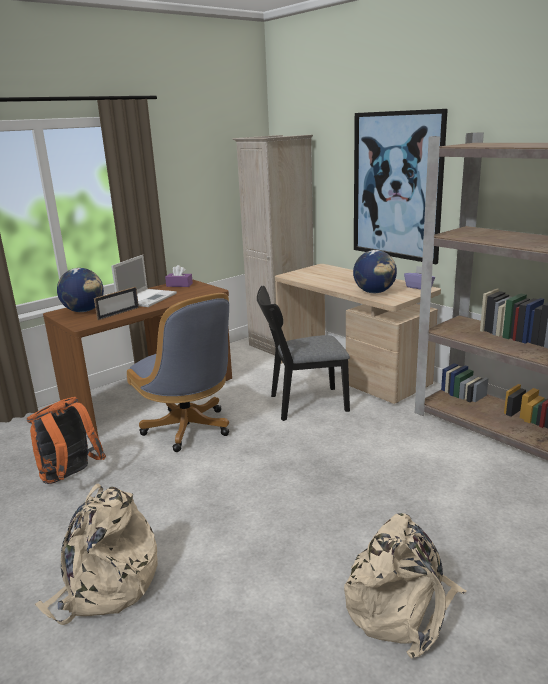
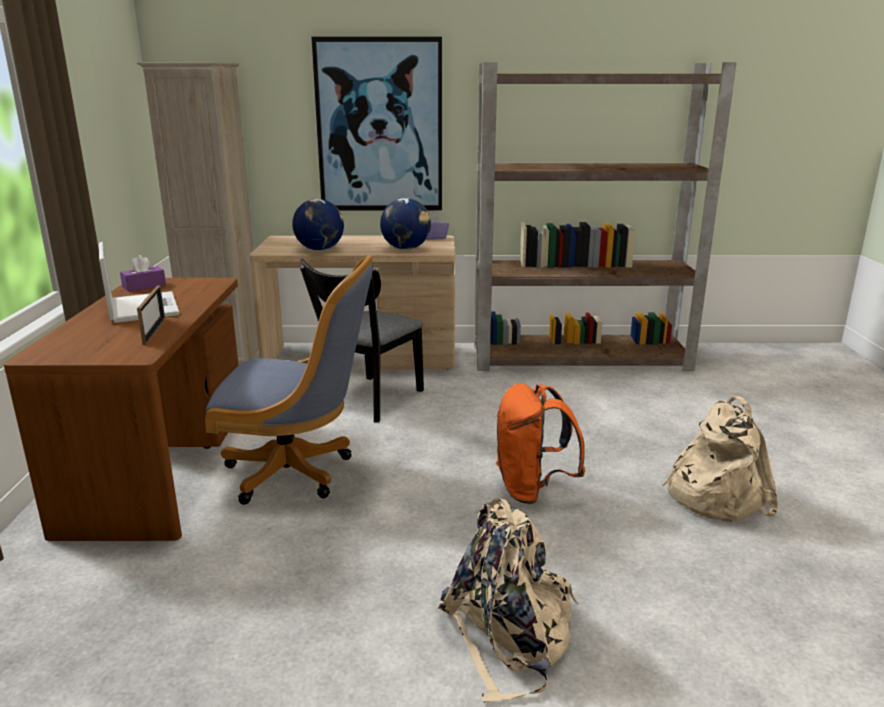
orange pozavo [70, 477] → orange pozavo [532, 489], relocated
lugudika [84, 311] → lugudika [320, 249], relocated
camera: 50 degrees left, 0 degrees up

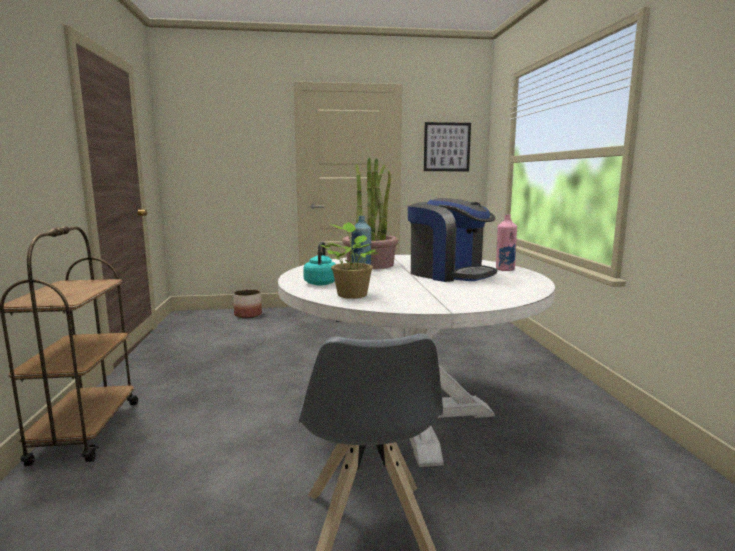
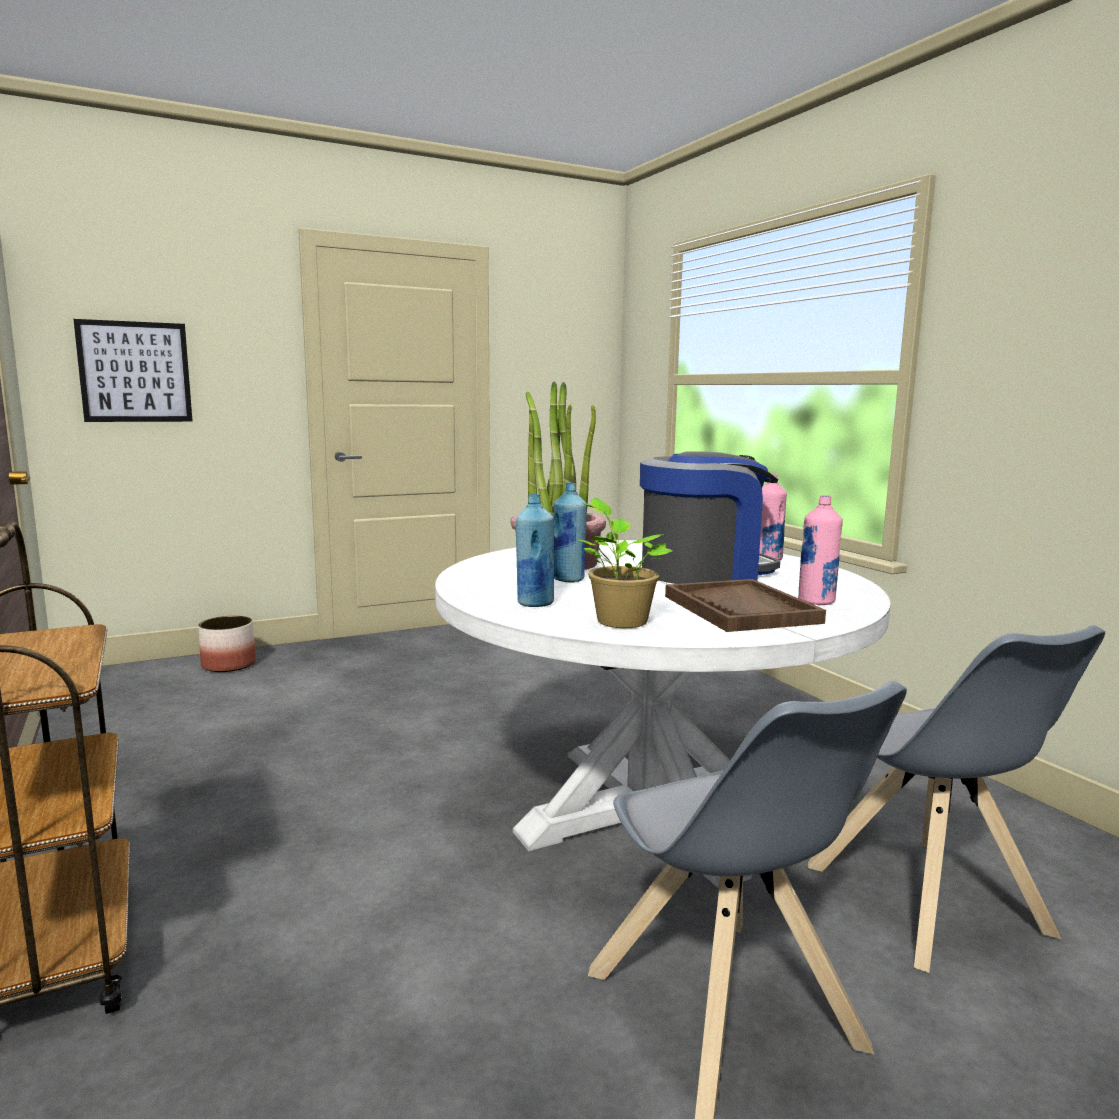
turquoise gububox [321, 283] → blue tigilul [534, 603]
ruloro [449, 274] → ruloro [703, 572], 45 degrees counterclockwise
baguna [447, 147] → baguna [135, 372], relocated
- → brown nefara [741, 609]
- → pink tigilul [816, 601]
- → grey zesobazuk [930, 904]
camera: 20 degrees left, 0 degrees up

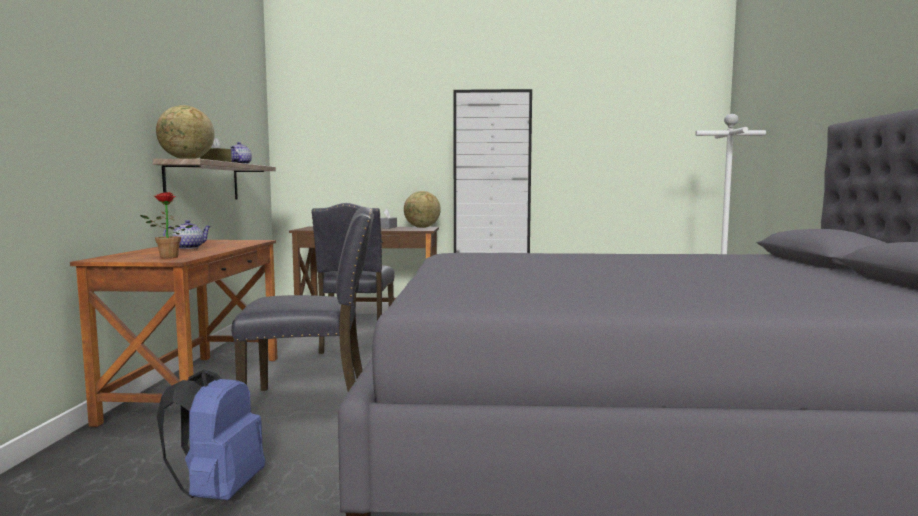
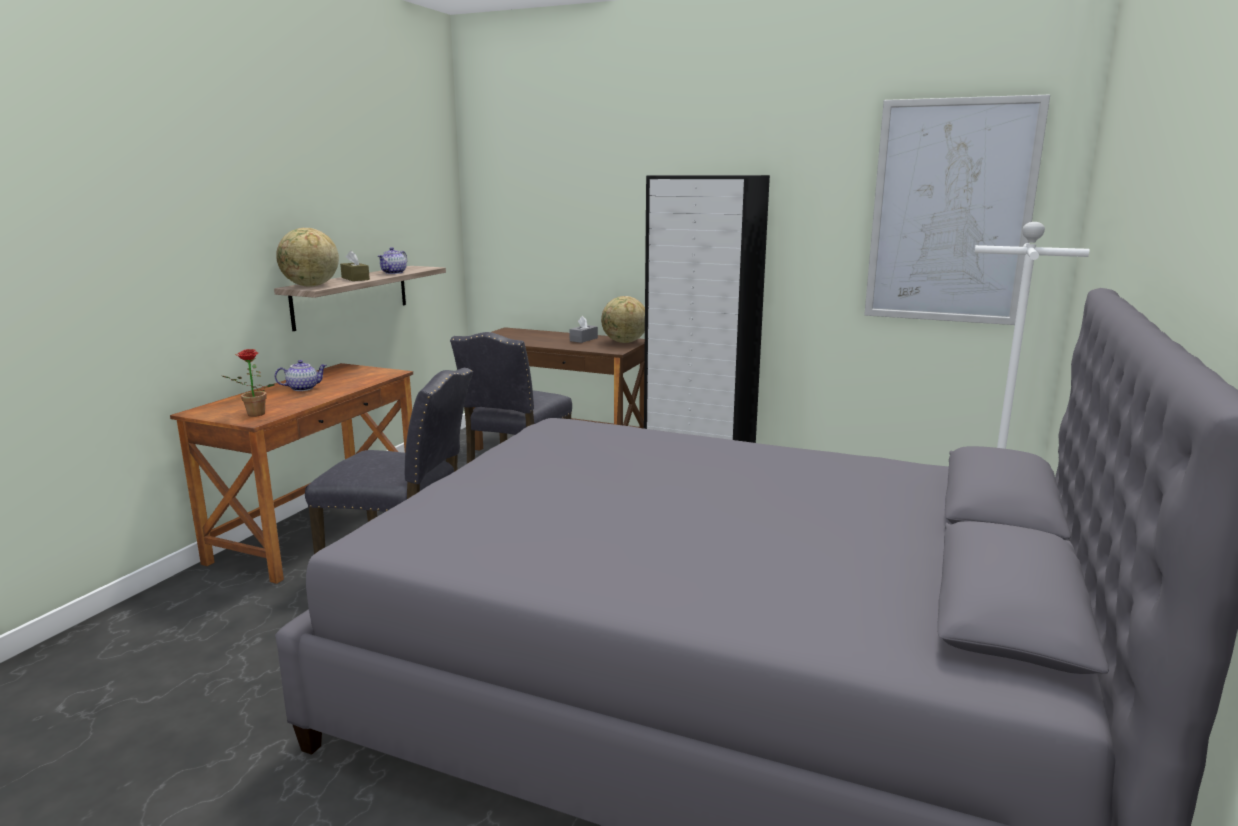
blue pozavo [218, 492] → -
- → baguna [950, 212]
camera: 20 degrees right, 10 degrees up

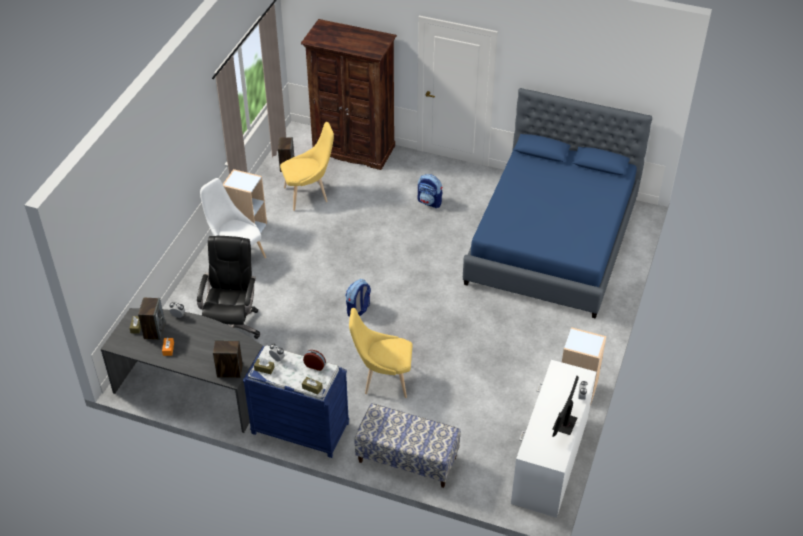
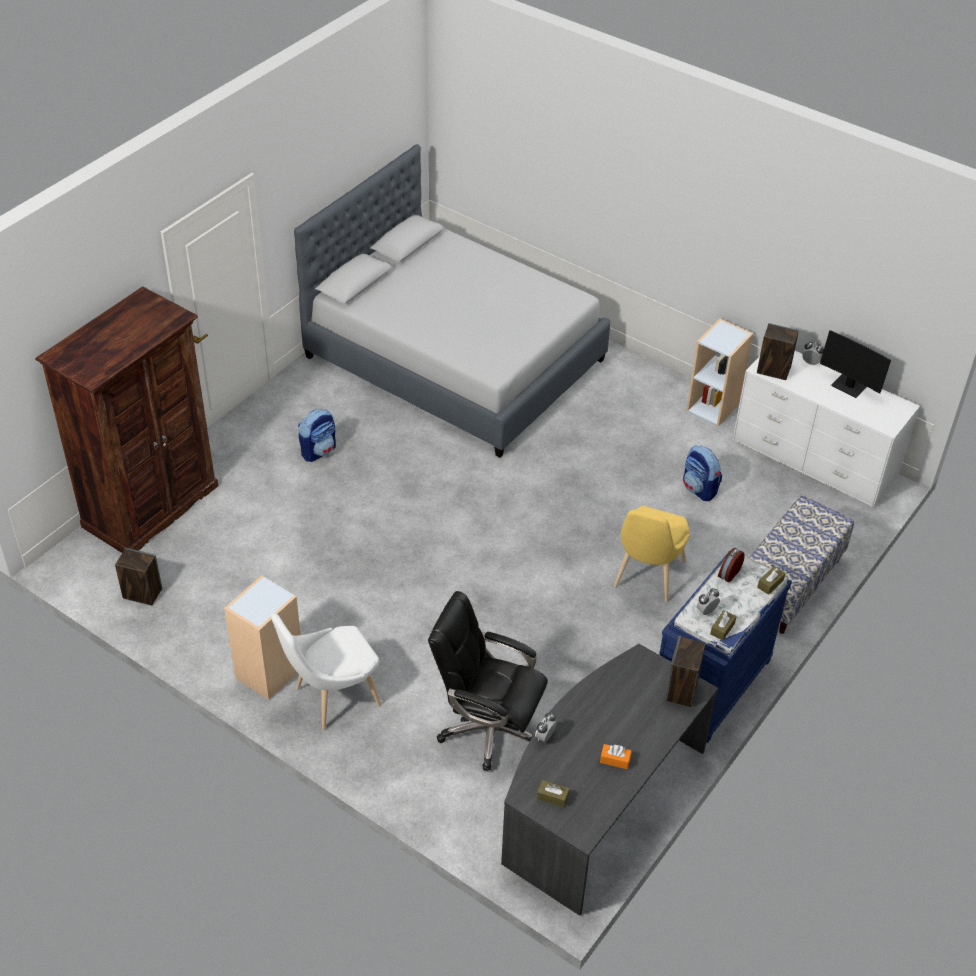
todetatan [154, 331] → todetatan [773, 370], relocated
yellow zesobazuk [309, 194] → -
pozavo [358, 310] → pozavo [699, 489], relocated
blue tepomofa [552, 242] → grey tepomofa [455, 358]
camera: 75 degrees left, 0 degrees up

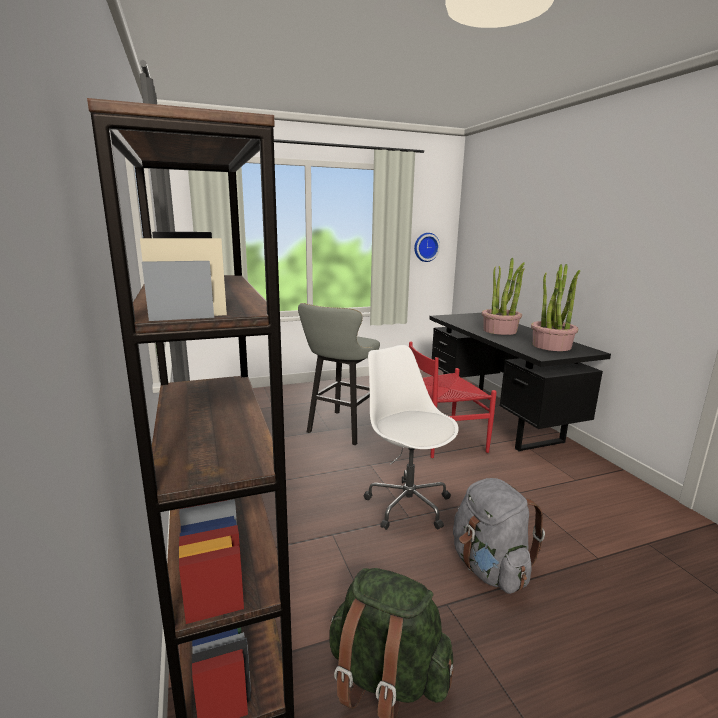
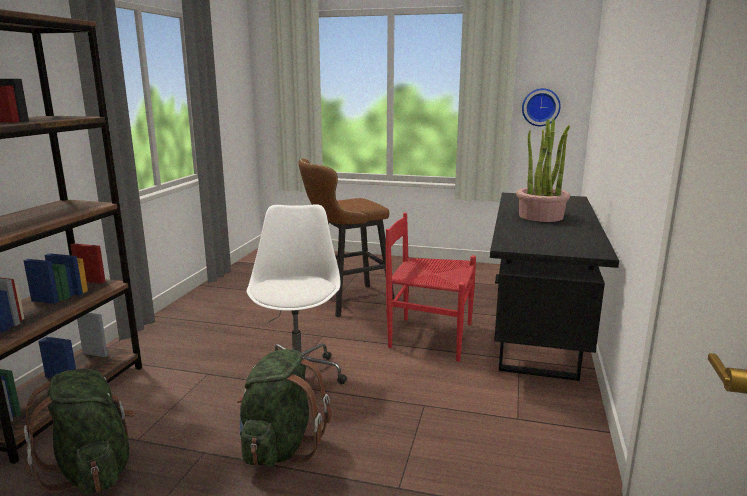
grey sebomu [340, 430] → brown sebomu [344, 302]
grey pozavo [489, 568] → green pozavo [280, 446]
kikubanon [551, 346] → -
camera: 35 degrees right, 0 degrees up

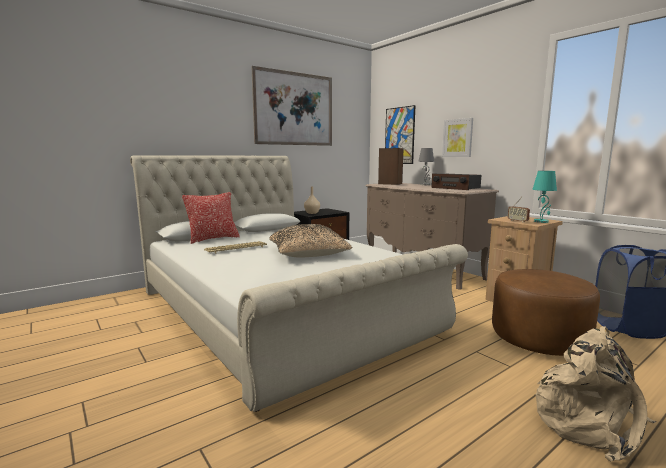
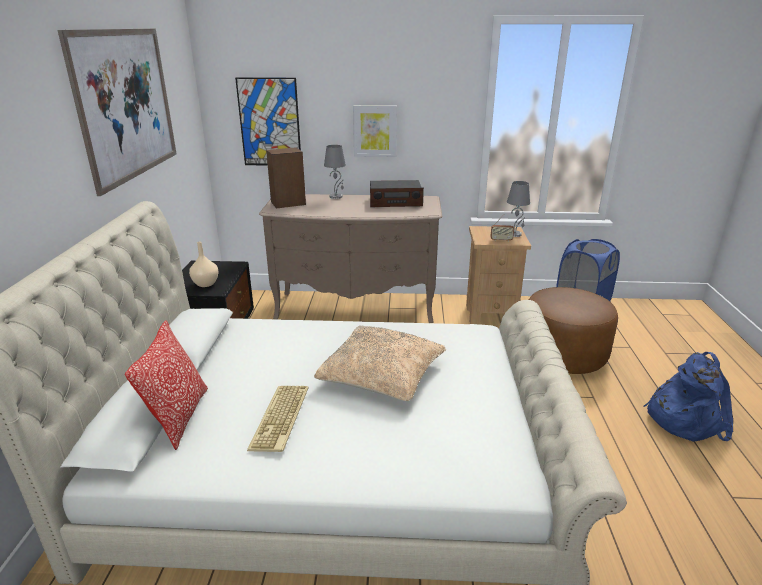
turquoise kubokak [541, 221] → grey kubokak [515, 234]
beige pozavo [589, 423] → blue pozavo [683, 418]
camera: 50 degrees left, 15 degrees up

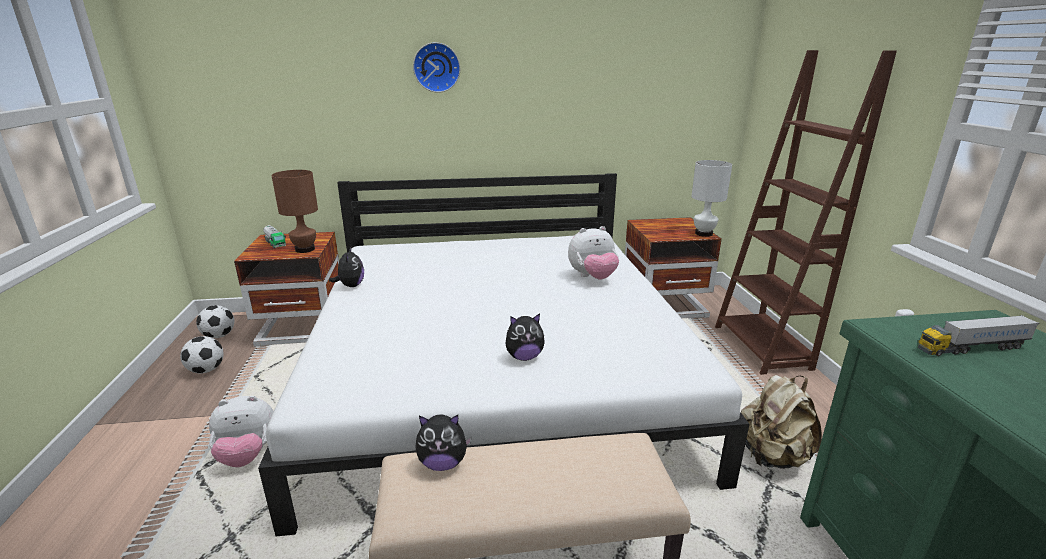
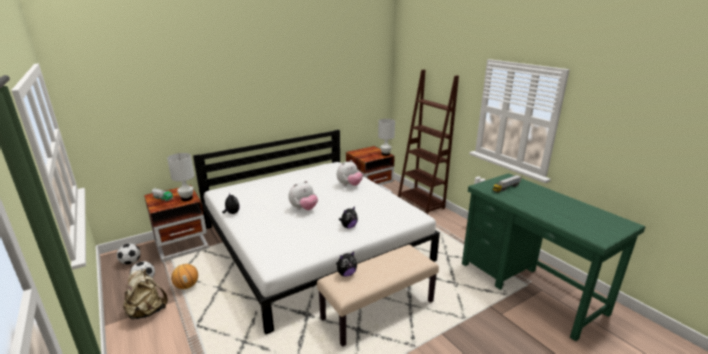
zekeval [248, 455] → zekeval [304, 209], relocated
brown kubokak [305, 249] → white kubokak [187, 198]
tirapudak [436, 67] → -
beige pozavo [772, 456] → beige pozavo [147, 311], relocated
- → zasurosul [187, 286]
camera: 25 degrees left, 0 degrees up

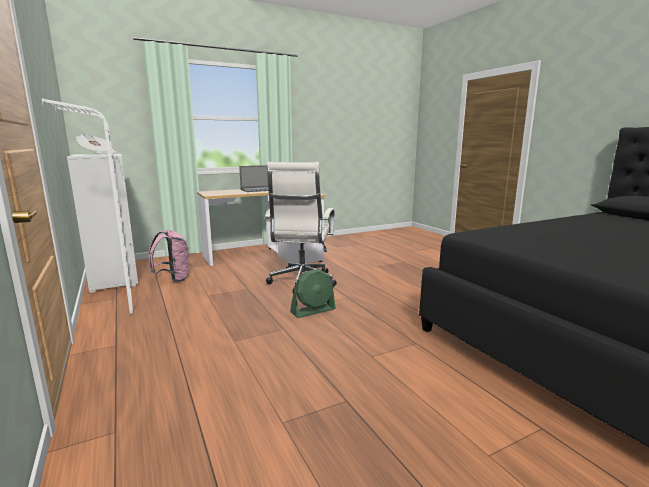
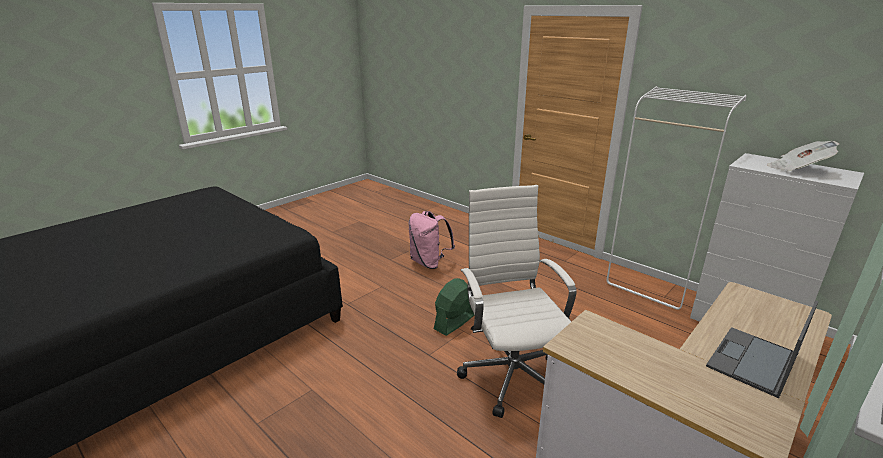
pink pozavo [173, 279] → pink pozavo [429, 263], relocated
camera: 160 degrees right, 10 degrees up

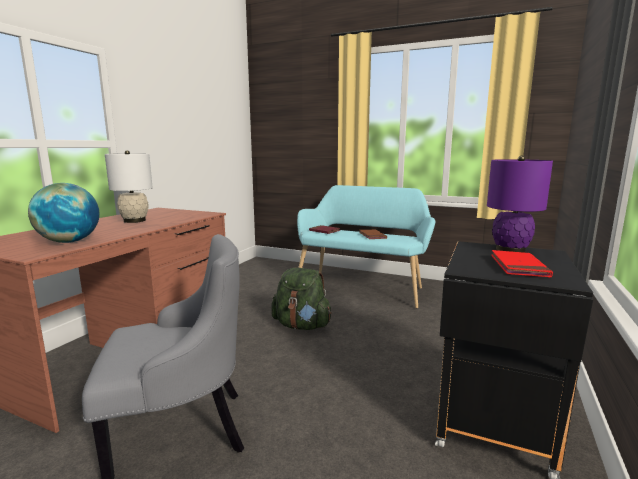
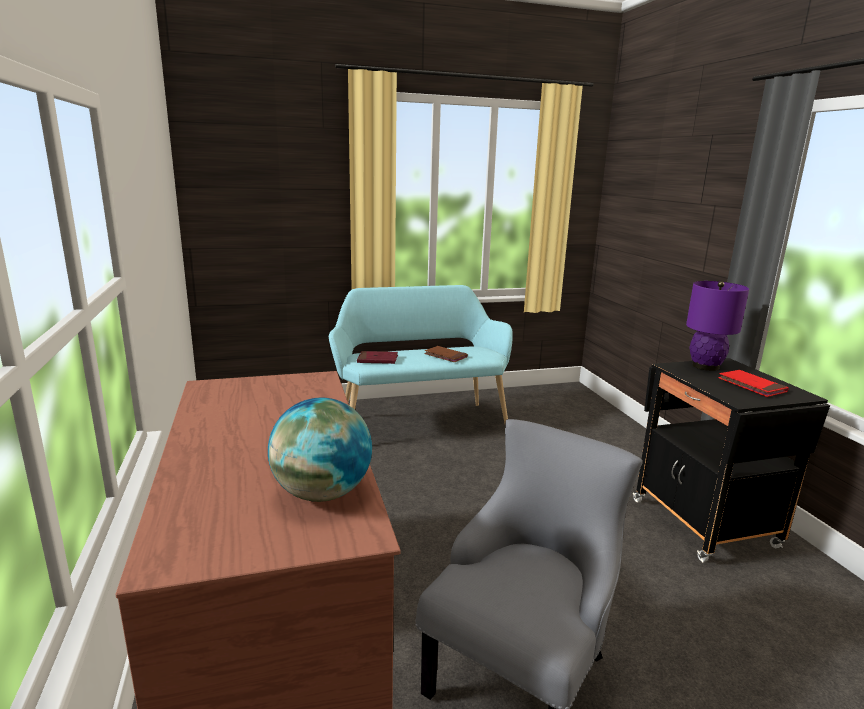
white kubokak [134, 221] → -
green pozavo [302, 325] → -
camera: 40 degrees left, 5 degrees up

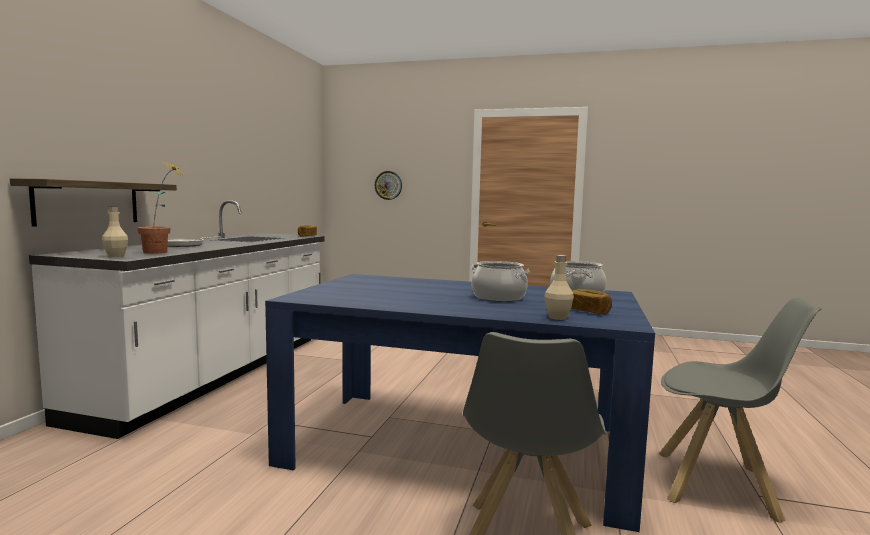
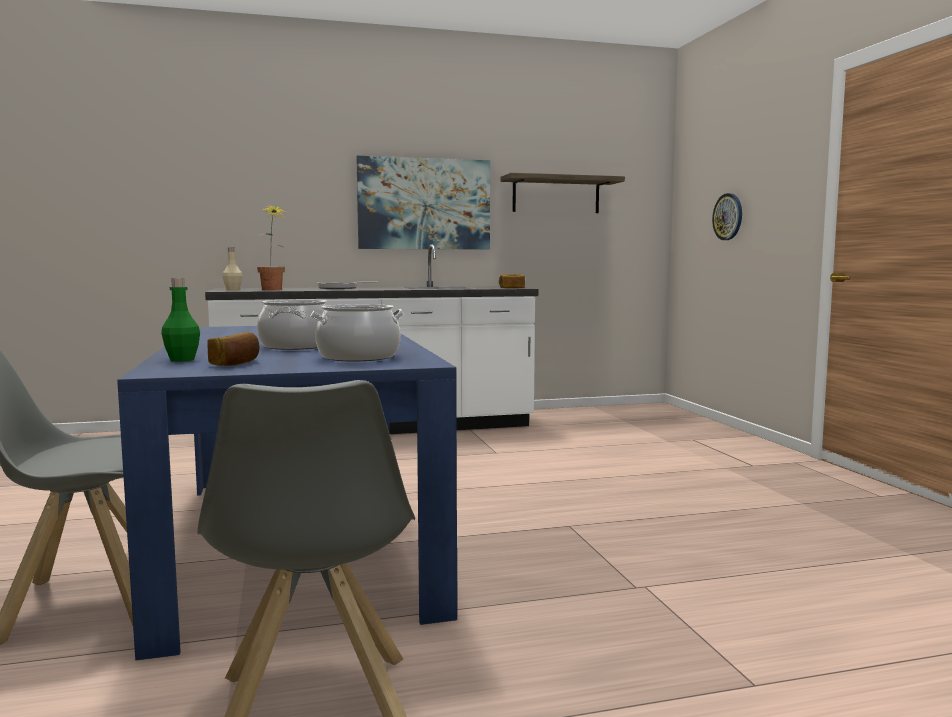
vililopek [88, 202] → vililopek [556, 195], relocated
beige tigilul [557, 317] → green tigilul [182, 360]
- → baguna [424, 204]
camera: 60 degrees right, 0 degrees up

